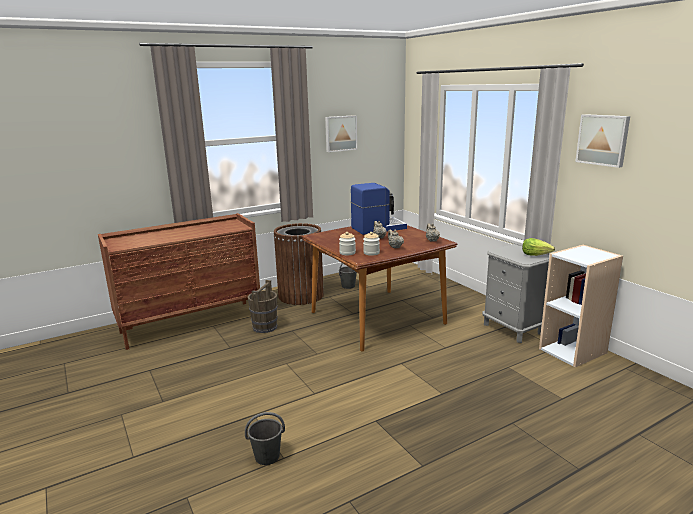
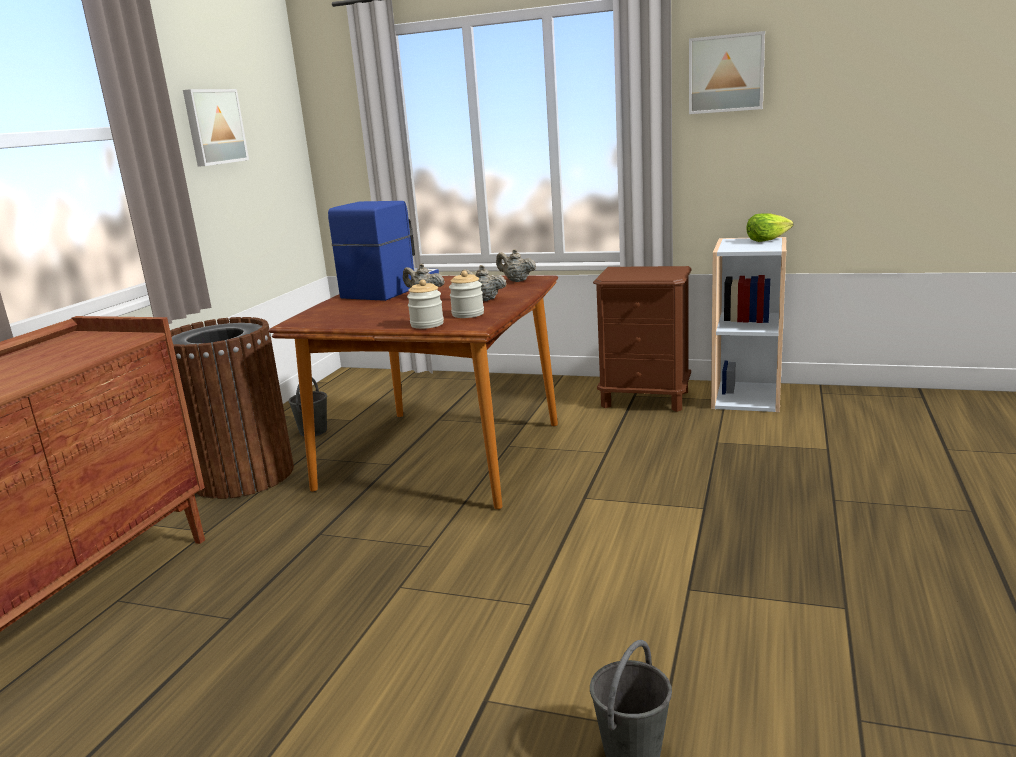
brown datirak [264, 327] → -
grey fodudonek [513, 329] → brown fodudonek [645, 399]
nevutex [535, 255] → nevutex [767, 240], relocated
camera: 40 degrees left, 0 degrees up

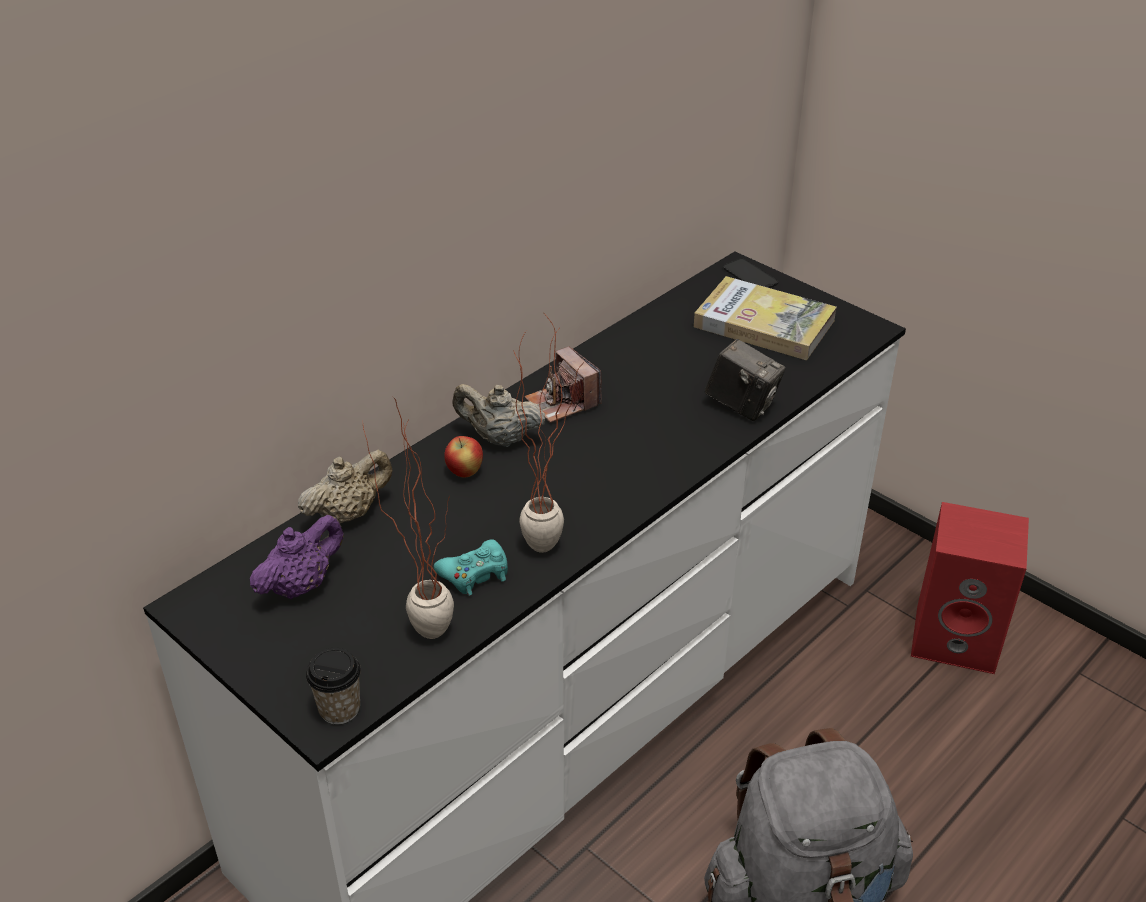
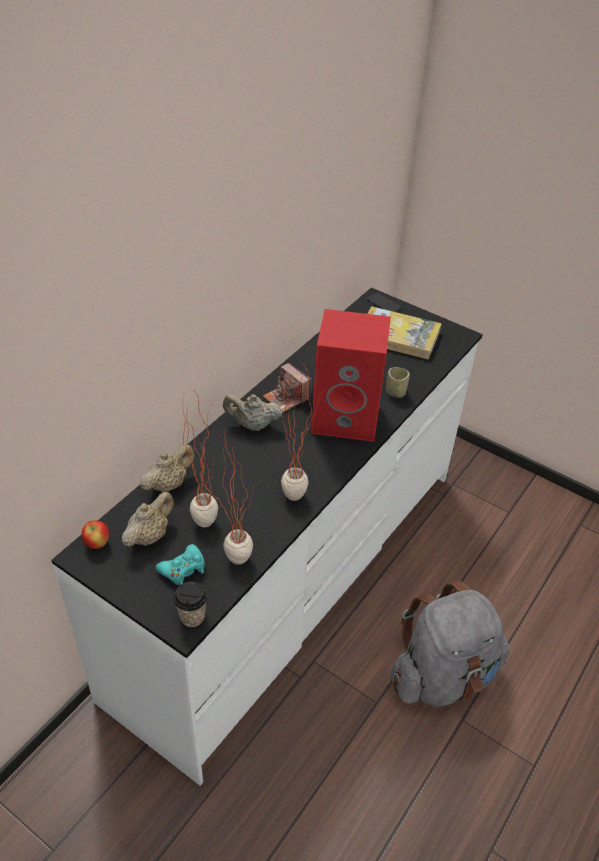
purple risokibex [301, 585] → beige risokibex [150, 535]
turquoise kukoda [475, 574] → turquoise kukoda [183, 569], relocated
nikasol [465, 472] → nikasol [97, 543], relocated
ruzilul [742, 405] → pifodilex [395, 392]
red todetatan [957, 638] → red todetatan [347, 417], relocated
- → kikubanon [205, 516]
camera: 10 degrees left, 5 degrees up

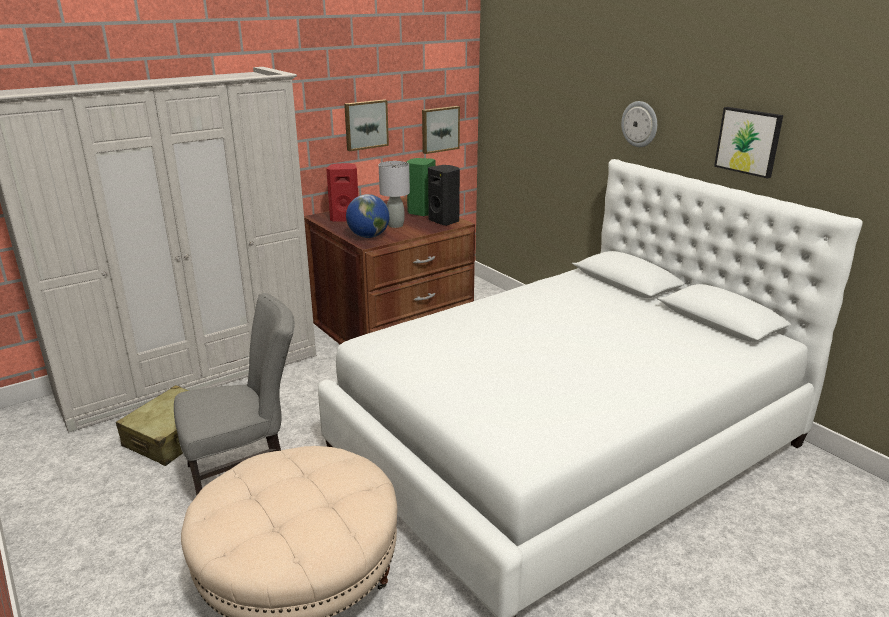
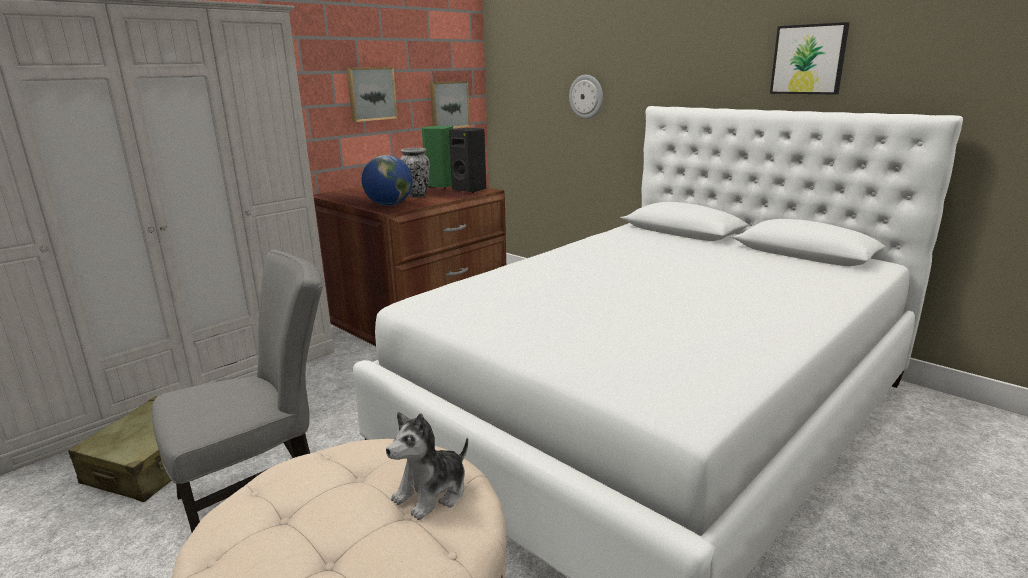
red todetatan [345, 218] → -
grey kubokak [396, 225] → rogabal [417, 196]
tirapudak [640, 124] → tirapudak [586, 96], relocated
- → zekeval [432, 493]
camera: 10 degrees left, 5 degrees down

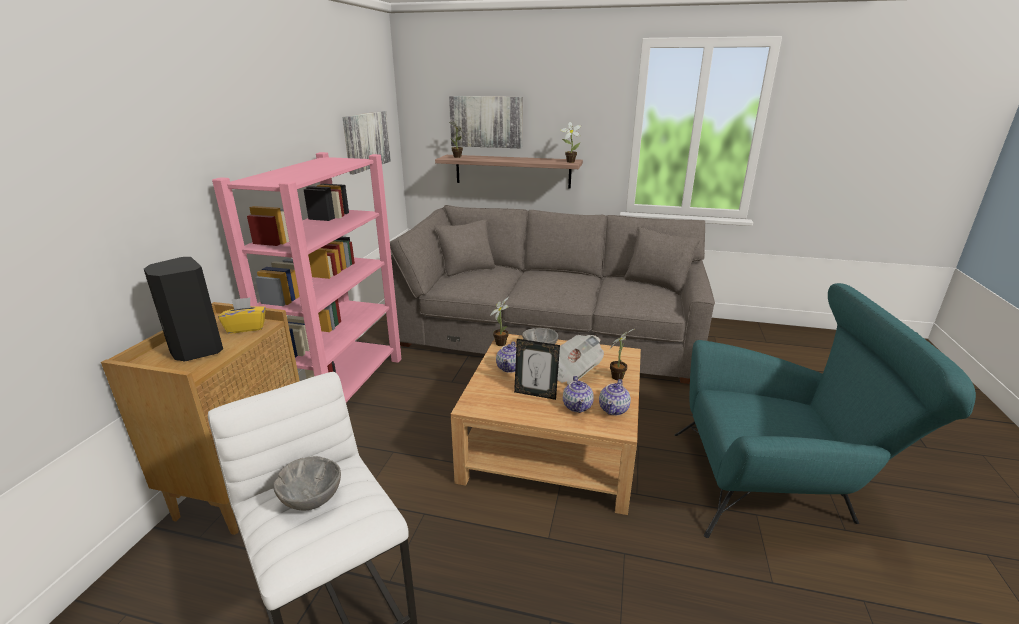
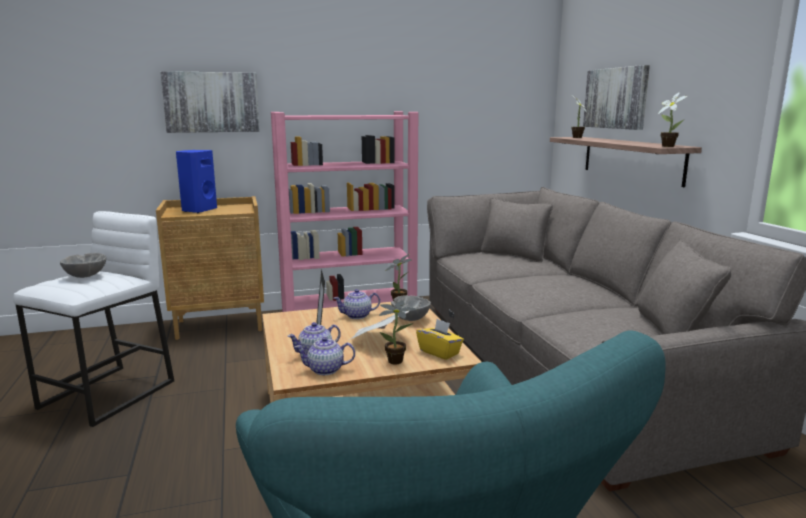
black todetatan [196, 351] → blue todetatan [198, 210]
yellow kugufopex [246, 327] → yellow kugufopex [439, 352], relocated
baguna [366, 141] → baguna [211, 102], relocated
camera: 60 degrees right, 10 degrees down

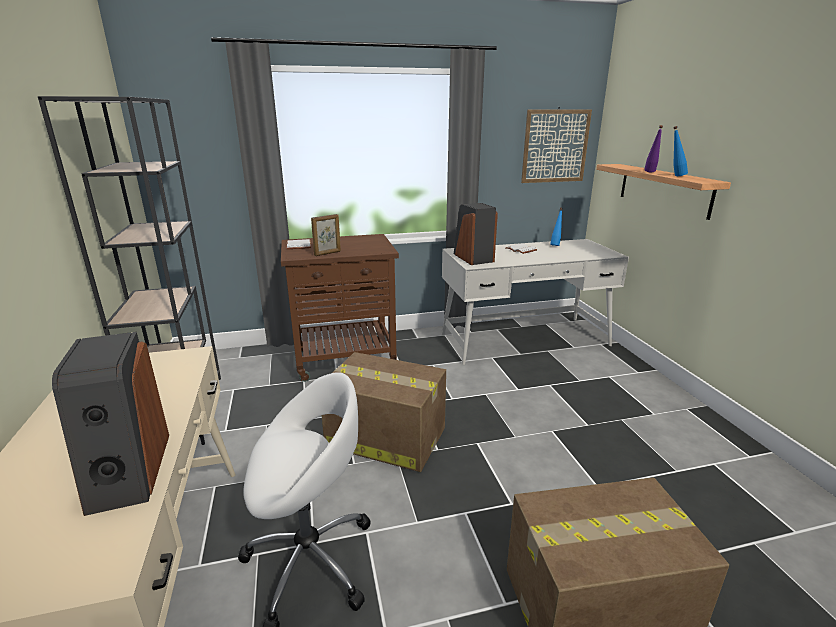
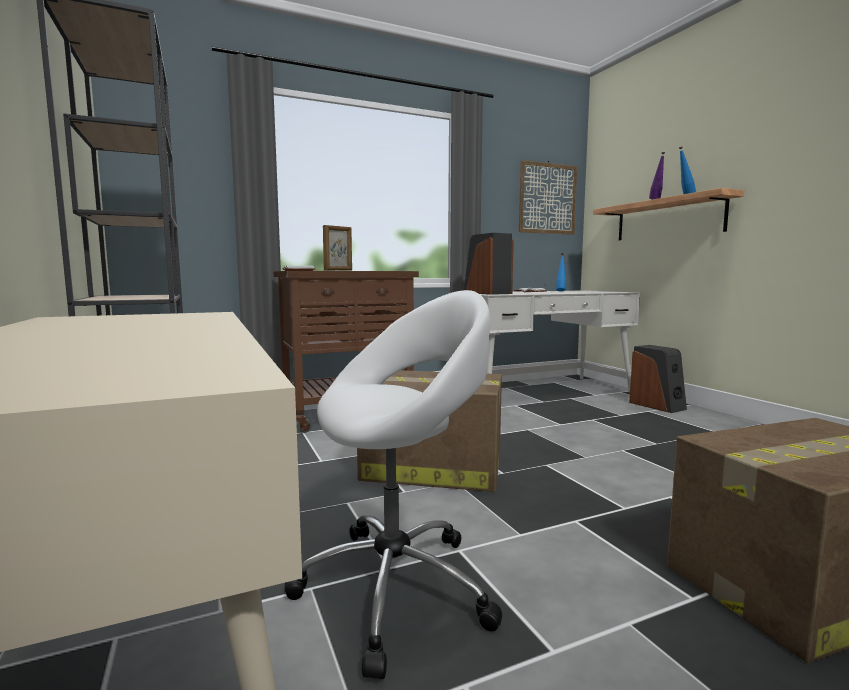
todetatan [128, 471] → todetatan [657, 405], relocated
camera: 10 degrees left, 15 degrees down

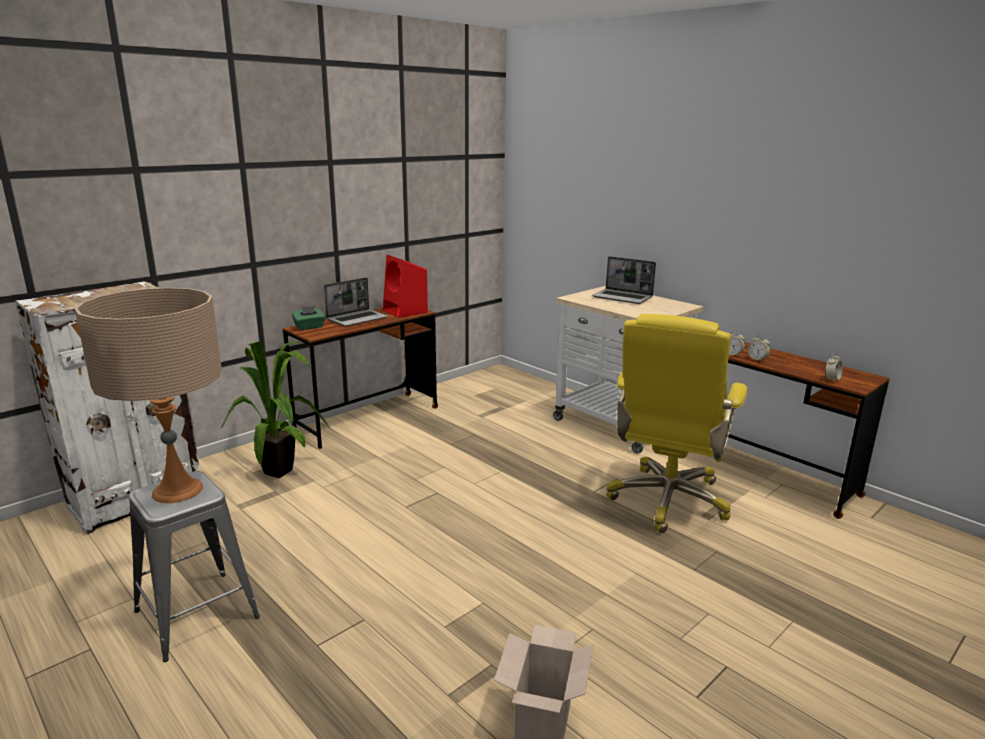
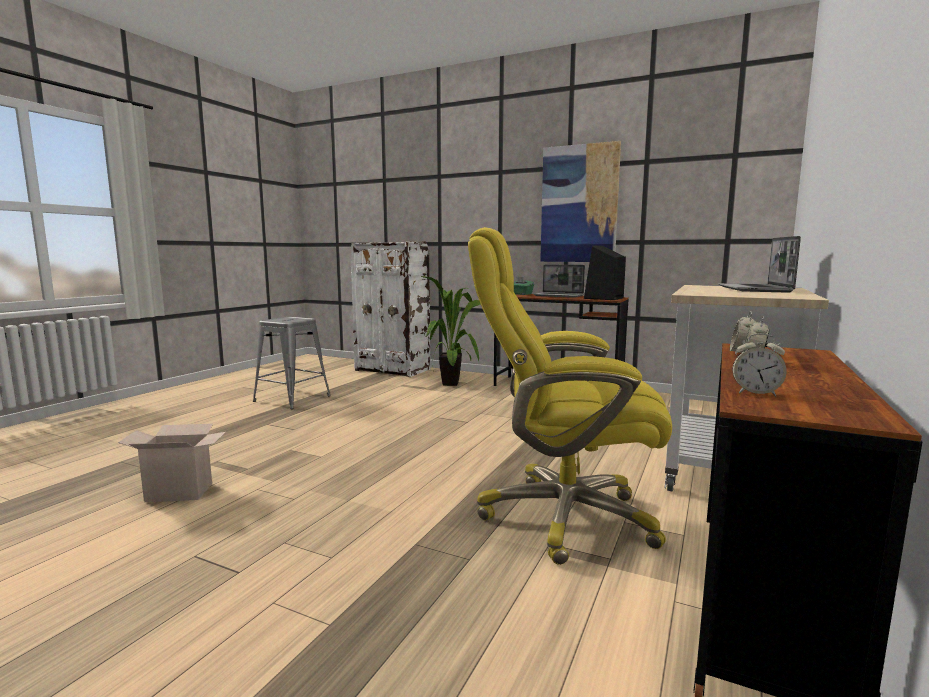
beige kubokak [177, 490] → -
red todetatan [406, 311] → black todetatan [603, 298]
- → baguna [579, 204]
camera: 70 degrees right, 10 degrees down

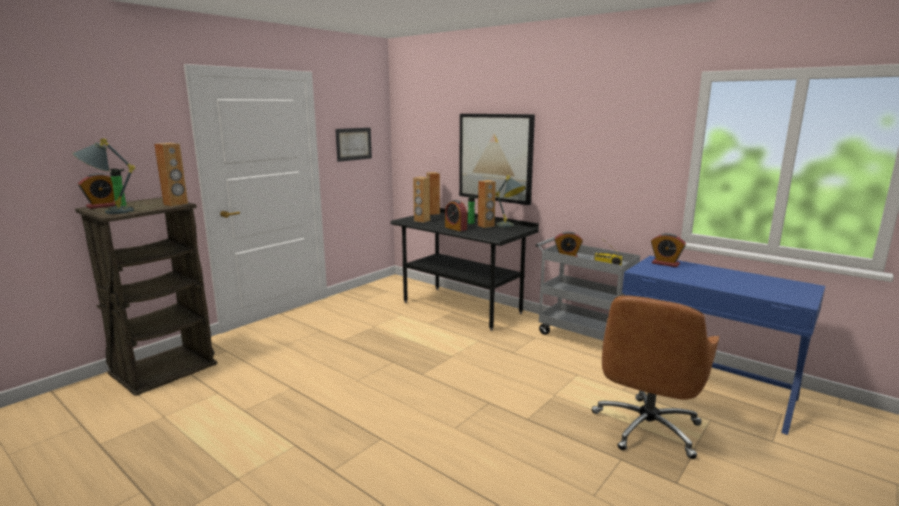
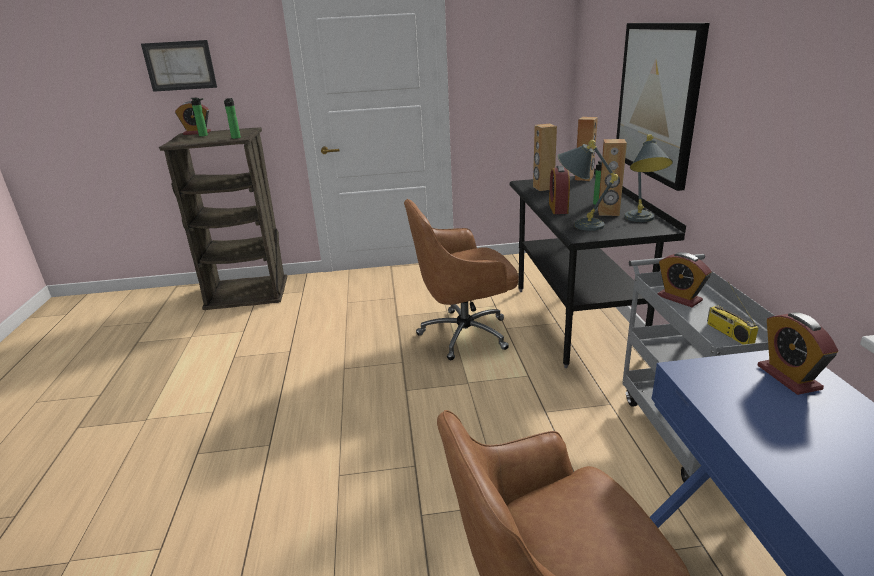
grey kubokak [108, 212] → grey kubokak [578, 224], relocated
brown todetatan [176, 204] → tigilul [236, 137]
baguna [353, 144] → baguna [180, 65], relocated
- → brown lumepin [464, 334]
camera: 45 degrees right, 10 degrees up

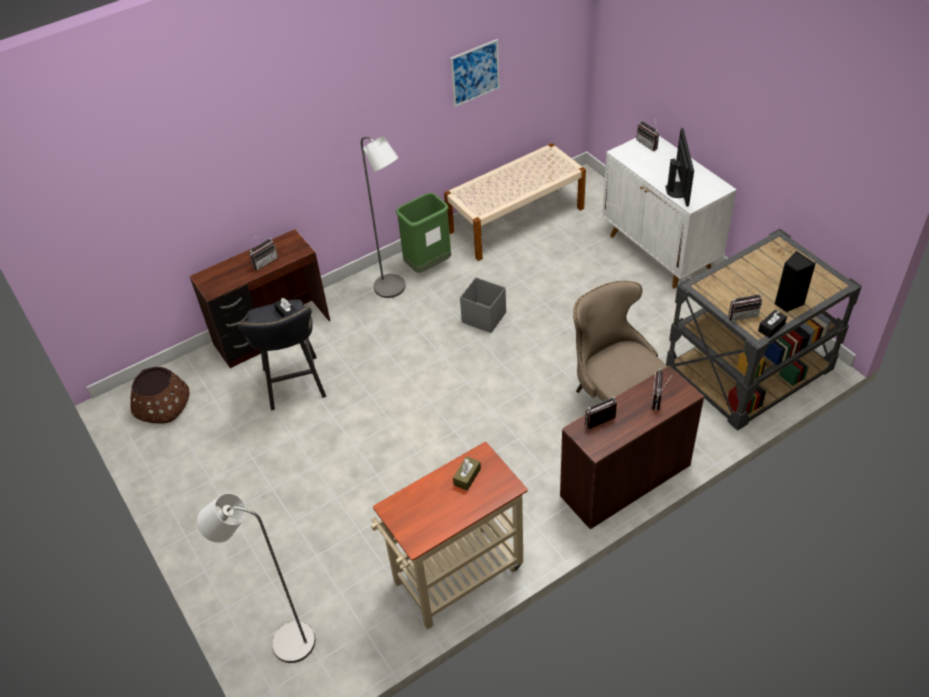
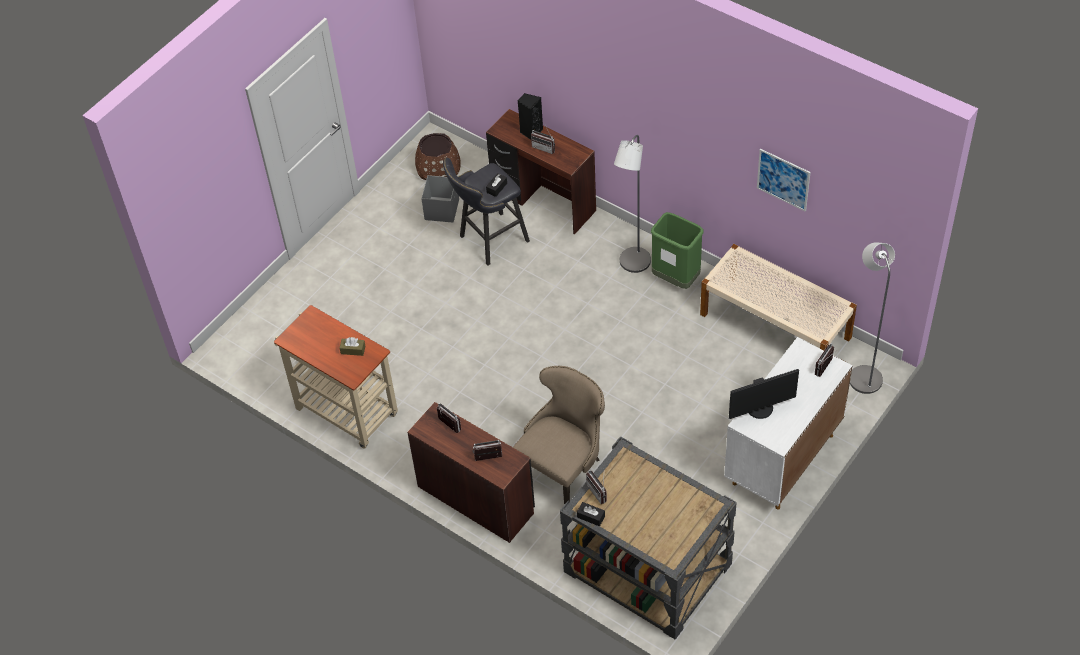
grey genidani [285, 641] → grey genidani [863, 374], relocated
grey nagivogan [483, 317] → grey nagivogan [442, 209], relocated
black todetatan [787, 303] → black todetatan [531, 132], relocated
camera: 70 degrees right, 5 degrees up

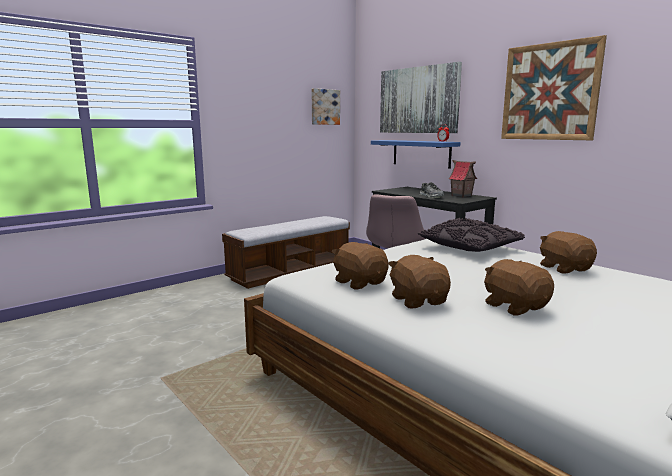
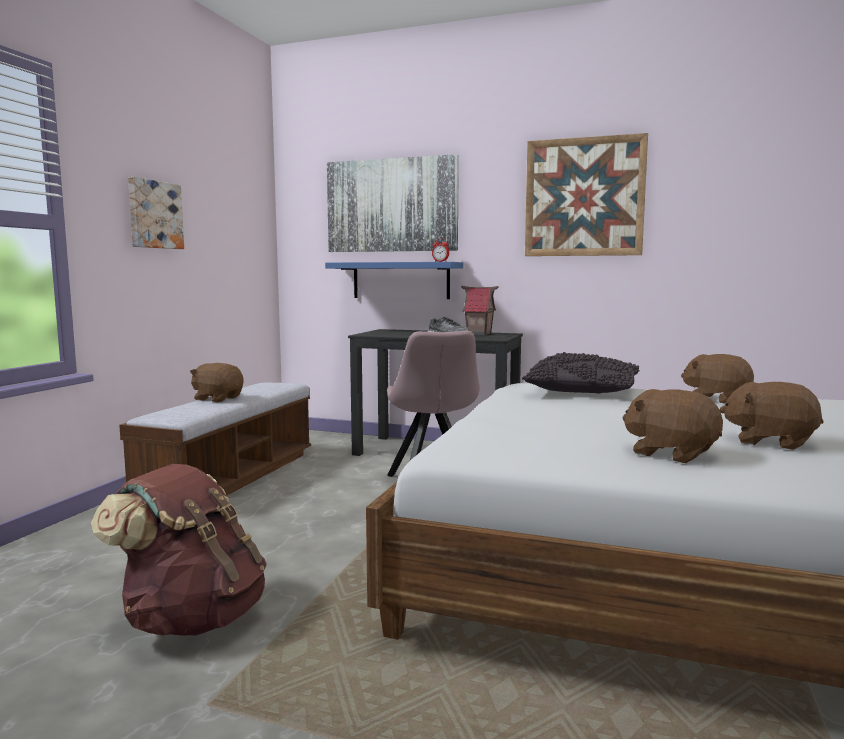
baguna [324, 107] → baguna [154, 215], relocated
brown zekeval [360, 282] → brown zekeval [217, 398], relocated
- → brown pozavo [192, 618]
camera: 30 degrees left, 5 degrees down

